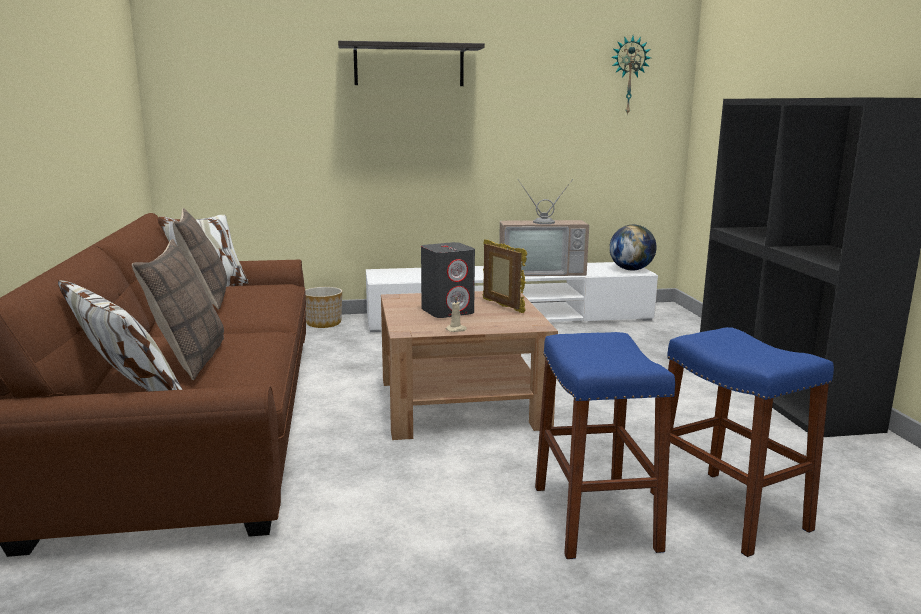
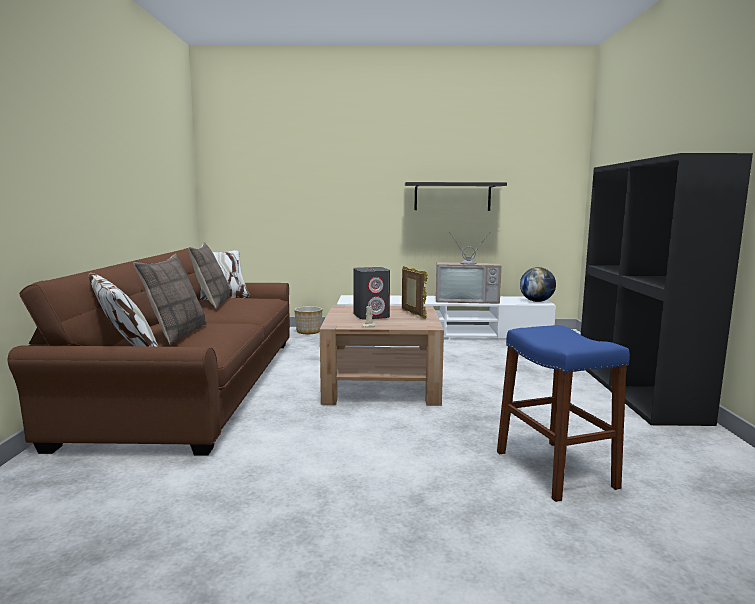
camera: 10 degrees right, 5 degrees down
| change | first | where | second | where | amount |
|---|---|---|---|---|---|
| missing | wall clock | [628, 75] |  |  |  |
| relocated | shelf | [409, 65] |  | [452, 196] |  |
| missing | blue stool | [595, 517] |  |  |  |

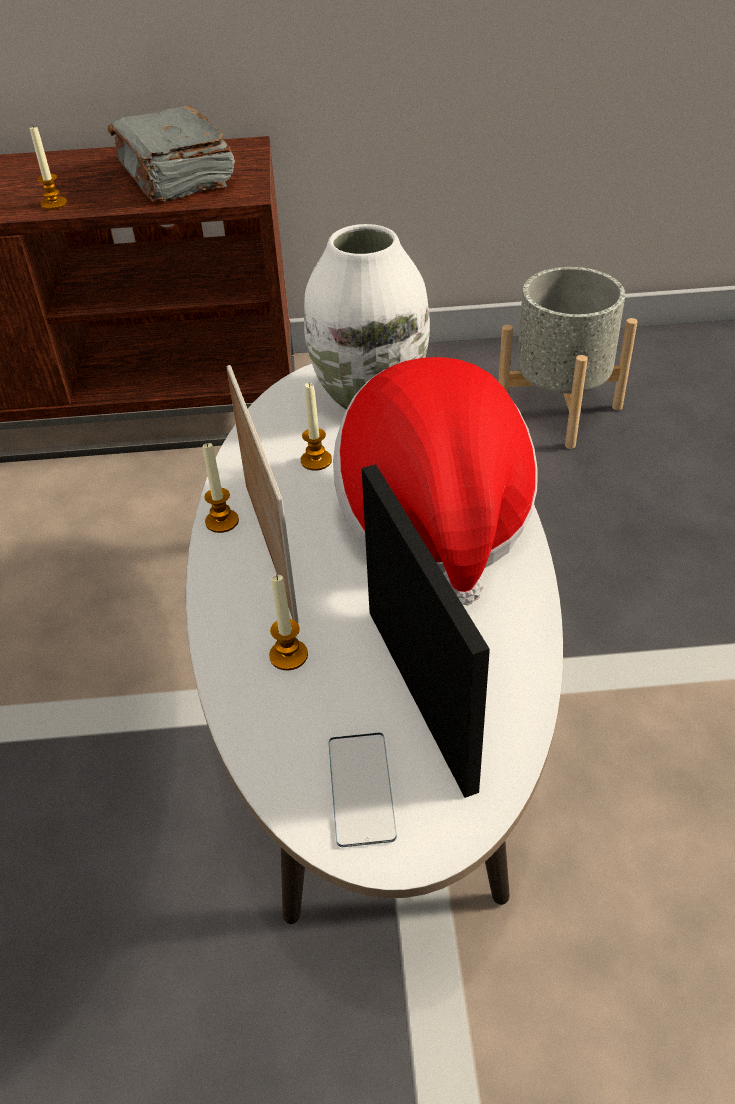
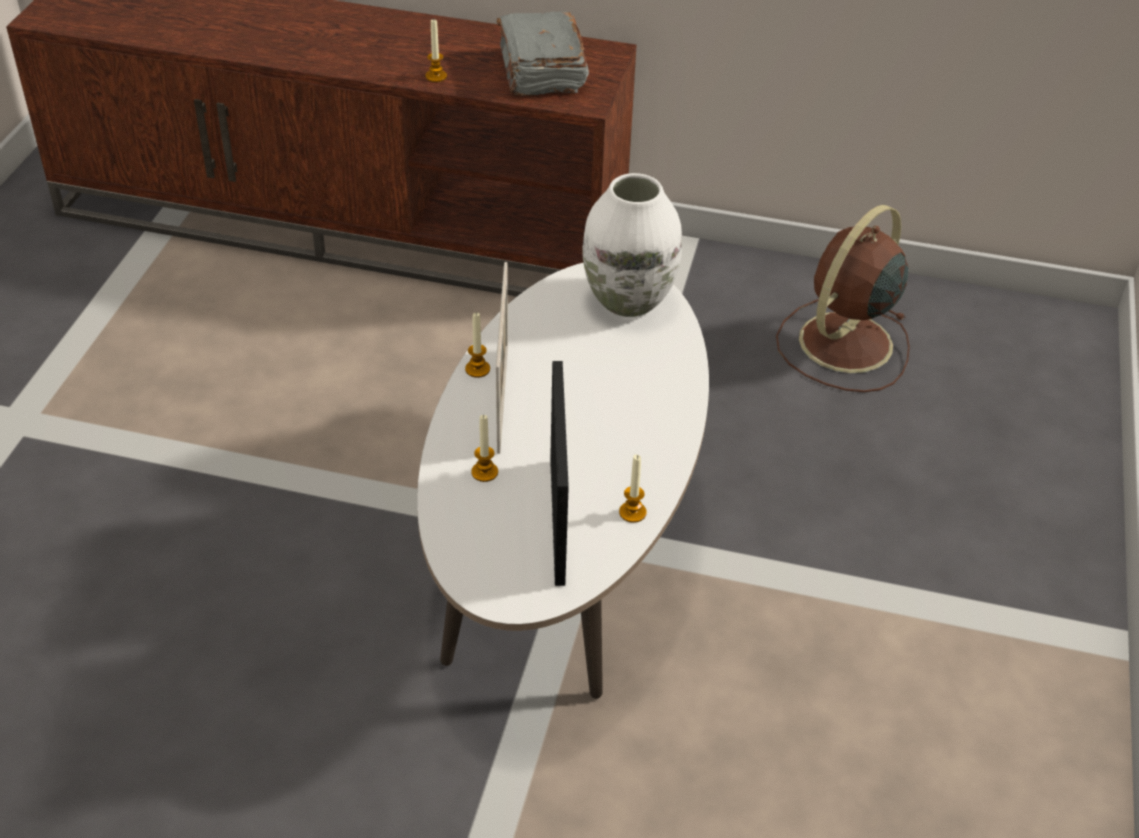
camera: 15 degrees right, 0 degrees up
| change | first | where | second | where | amount |
|---|---|---|---|---|---|
| exchanged | grey planter | [559, 410] | brown fan | [843, 345] |  |
| missing | hat | [435, 520] |  |  |  |
| relocated | candle | [316, 461] |  | [632, 512] |  |
| missing | phone | [361, 789] |  |  |  |

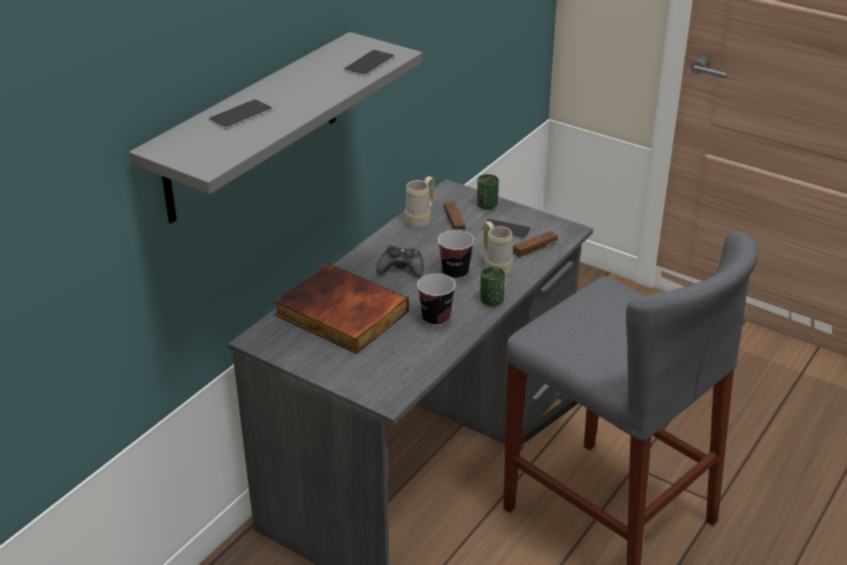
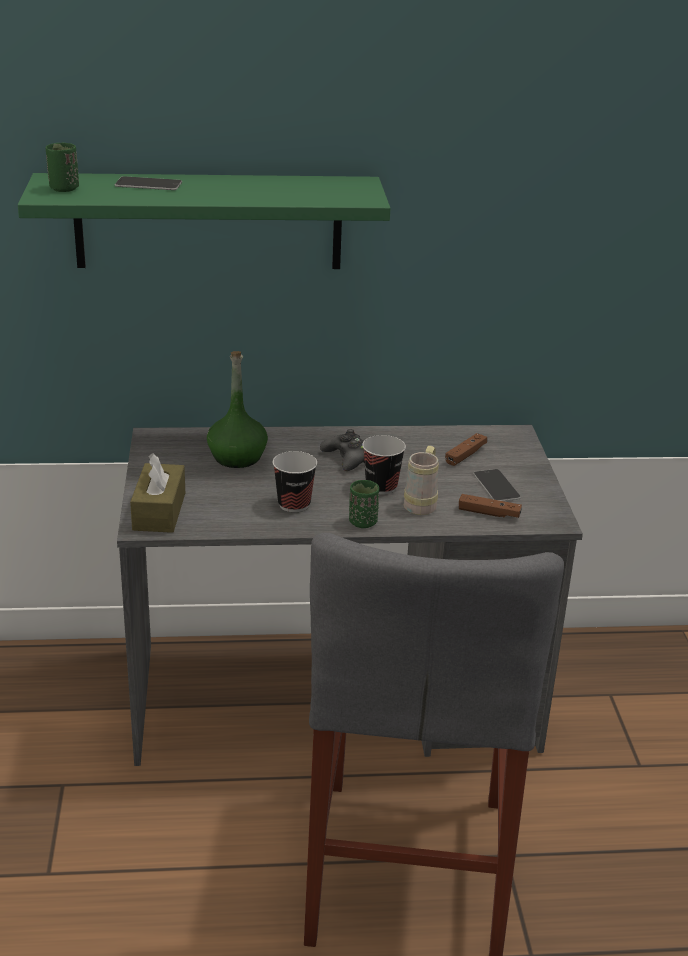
camera: 50 degrees right, 5 degrees down
| change | first | where | second | where | amount |
|---|---|---|---|---|---|
| colour | grey shelf | [253, 127] | green shelf | [209, 221] |  |
| missing | phone | [369, 63] |  |  |  |
| relocated | green cup | [487, 205] |  | [64, 188] |  |
| missing | beige mug | [421, 220] |  |  |  |
| exchanged | book | [339, 314] | green bottle | [237, 457] |  |
| appeared |  |  | brown tissue box | [159, 511] |  |

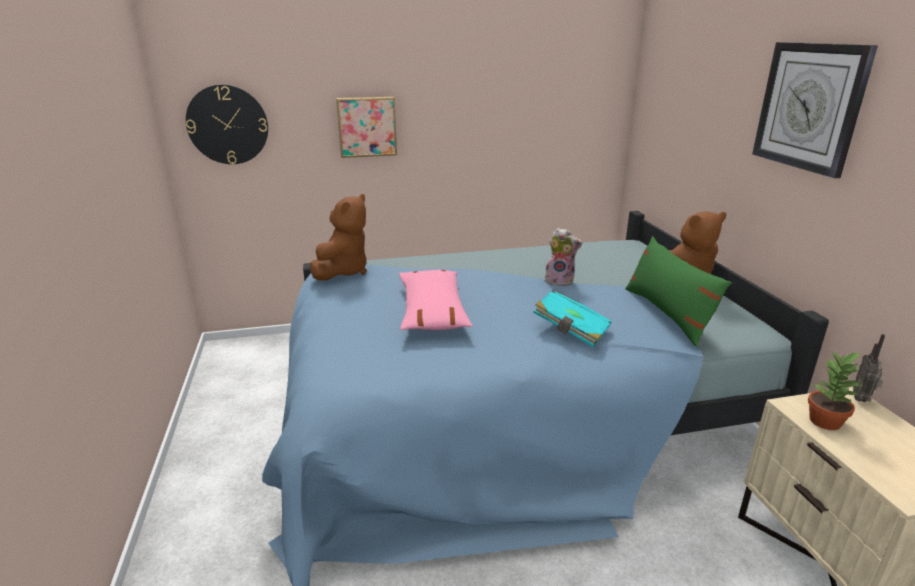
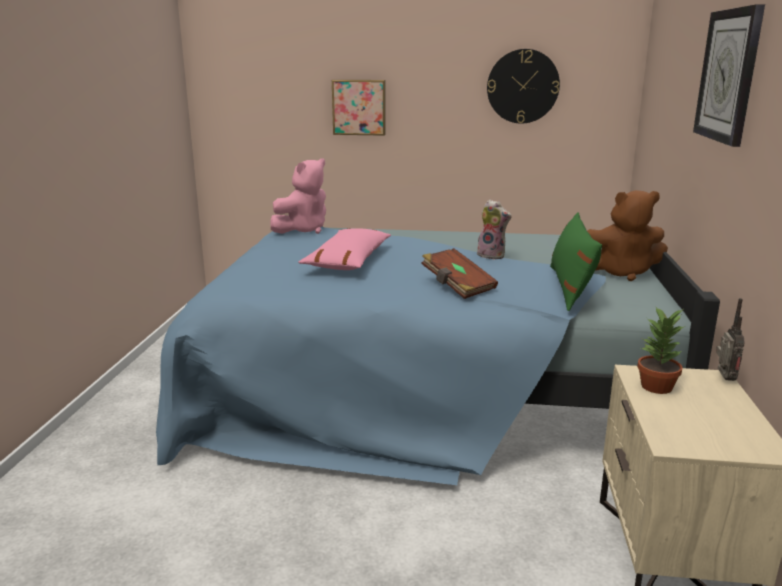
camera: 20 degrees right, 5 degrees down
| change | first | where | second | where | amount |
|---|---|---|---|---|---|
| relocated | wall clock | [228, 125] |  | [522, 86] |  |
| colour | brown plush toy | [343, 271] | pink plush toy | [303, 230] |  |
| colour | turquoise book | [571, 330] | brown book | [457, 286] |  |
| spun | radio | [862, 399] |  | [724, 379] | 150 degrees clockwise |

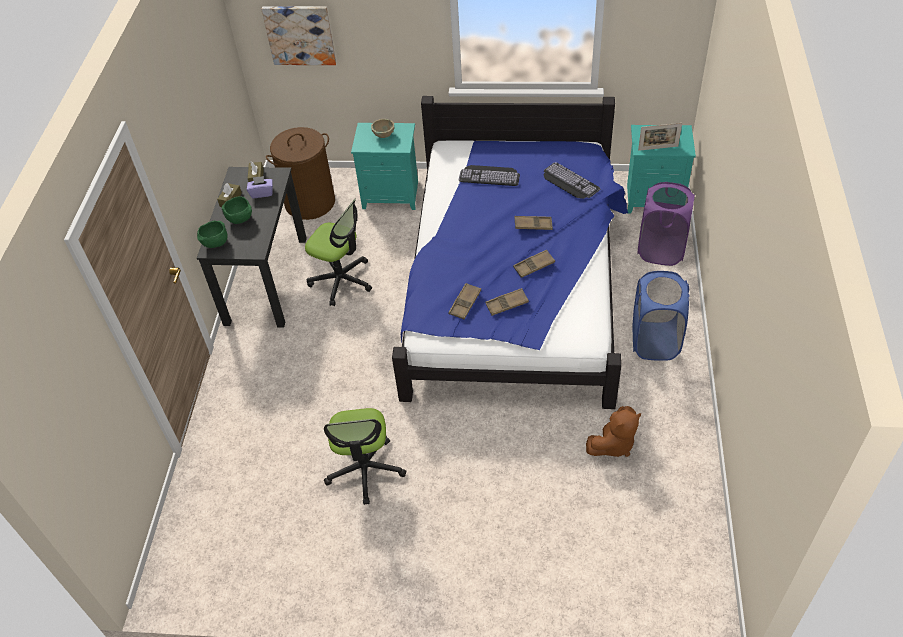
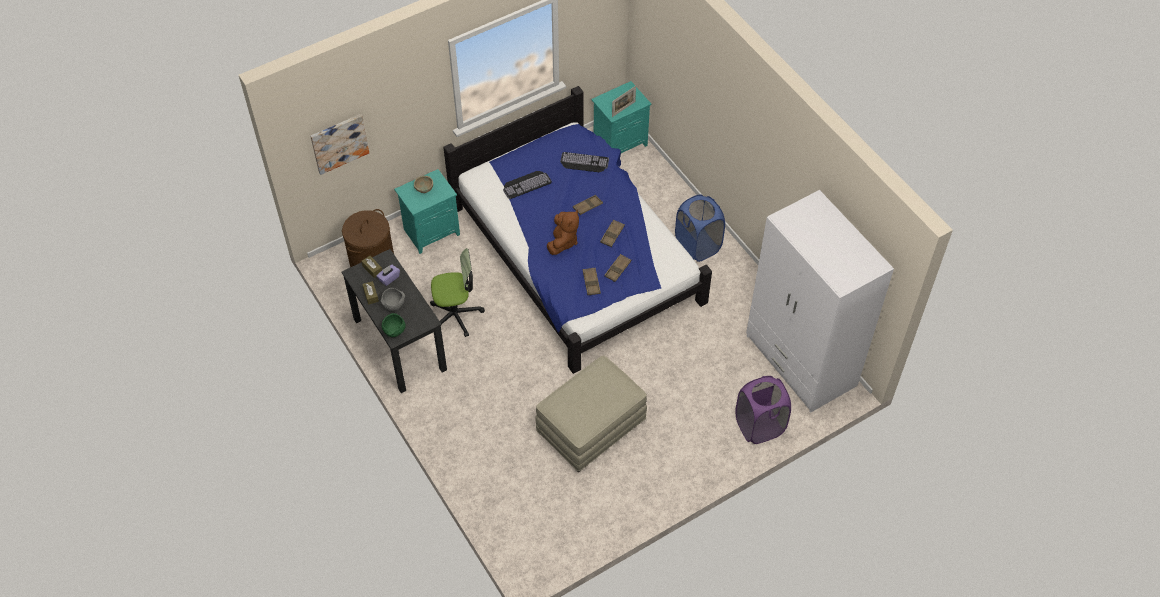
camera: 40 degrees left, 5 degrees up
| change | first | where | second | where | amount |
|---|---|---|---|---|---|
| relocated | purple laundry basket | [661, 250] |  | [759, 426] |  |
| colour | green bowl | [241, 219] | grey bowl | [394, 305] |  |
| relocated | brown plush toy | [613, 444] |  | [563, 241] |  |
| exchanged | office chair | [365, 470] | beige ottoman | [590, 427] |  |
| appeared |  |  | white wardrobe | [800, 361] |  |

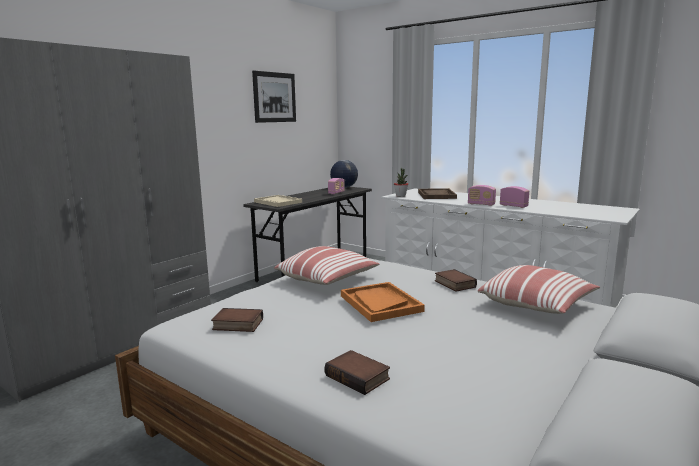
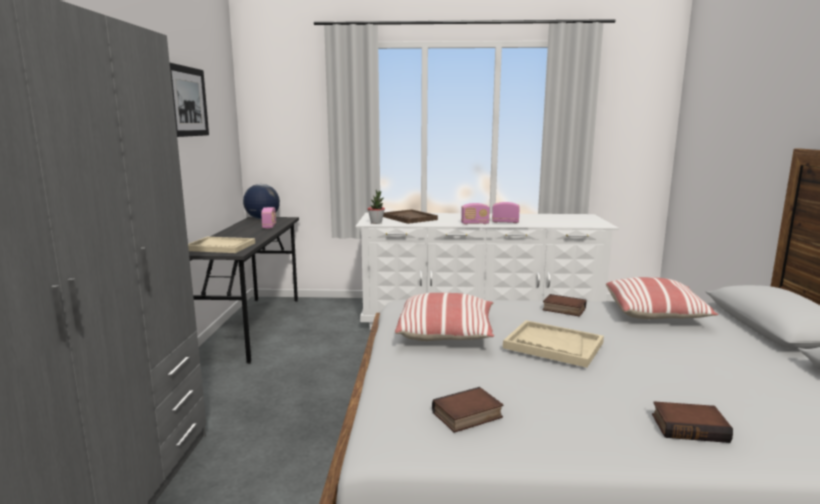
camera: 35 degrees left, 0 degrees up
| change | first | where | second | where | amount |
|---|---|---|---|---|---|
| colour | orange tray | [380, 303] | beige tray | [553, 345] |  |

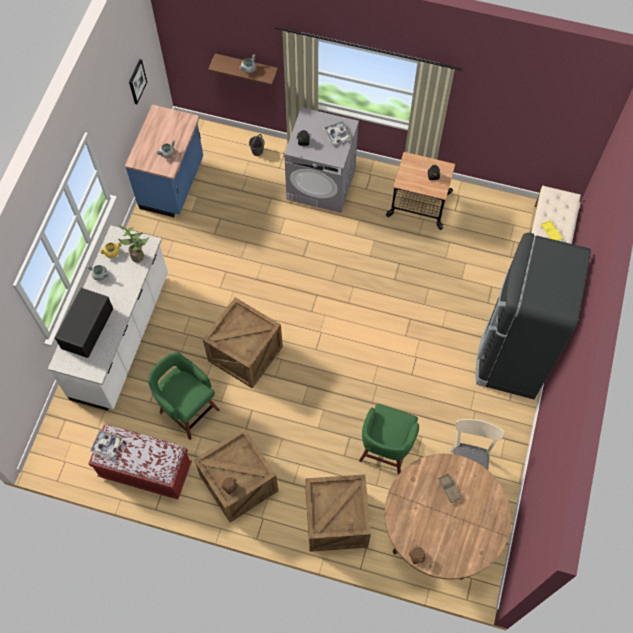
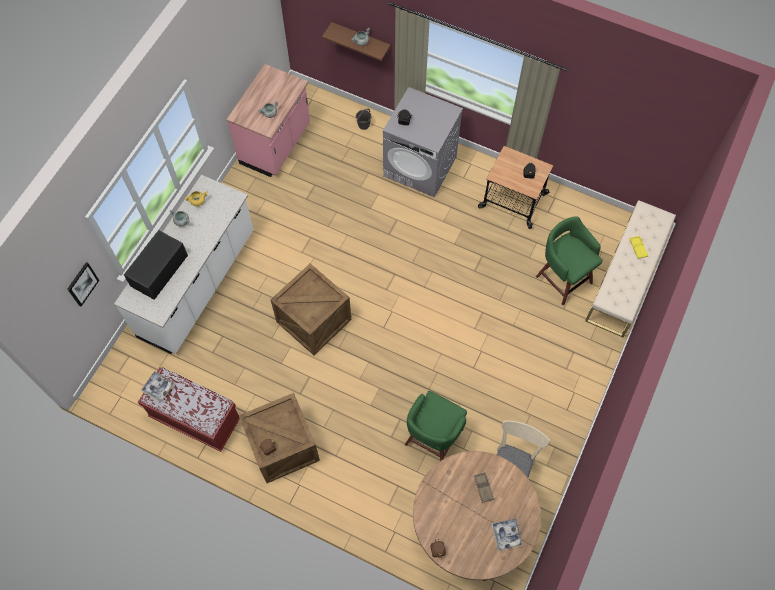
camera: 10 degrees right, 0 degrees up
| change | first | where | second | where | amount |
|---|---|---|---|---|---|
| relocated | picture | [137, 81] |  | [82, 284] |  |
| colour | blue counter | [173, 184] | pink counter | [276, 145] |  |
| relocated | tray | [337, 135] |  | [506, 535] |  |
| missing | potted plant | [139, 256] |  |  |  |
| missing | black fridge | [510, 356] |  |  |  |
| relocated | green stool | [188, 409] |  | [562, 278] |  |
| missing | crate | [337, 519] |  |  |  |

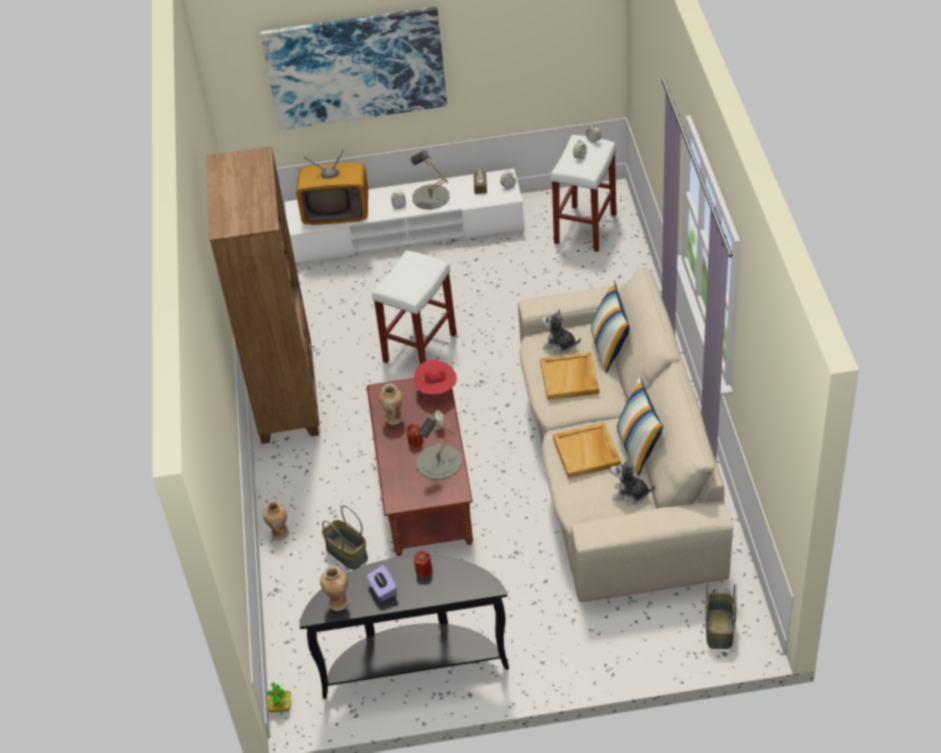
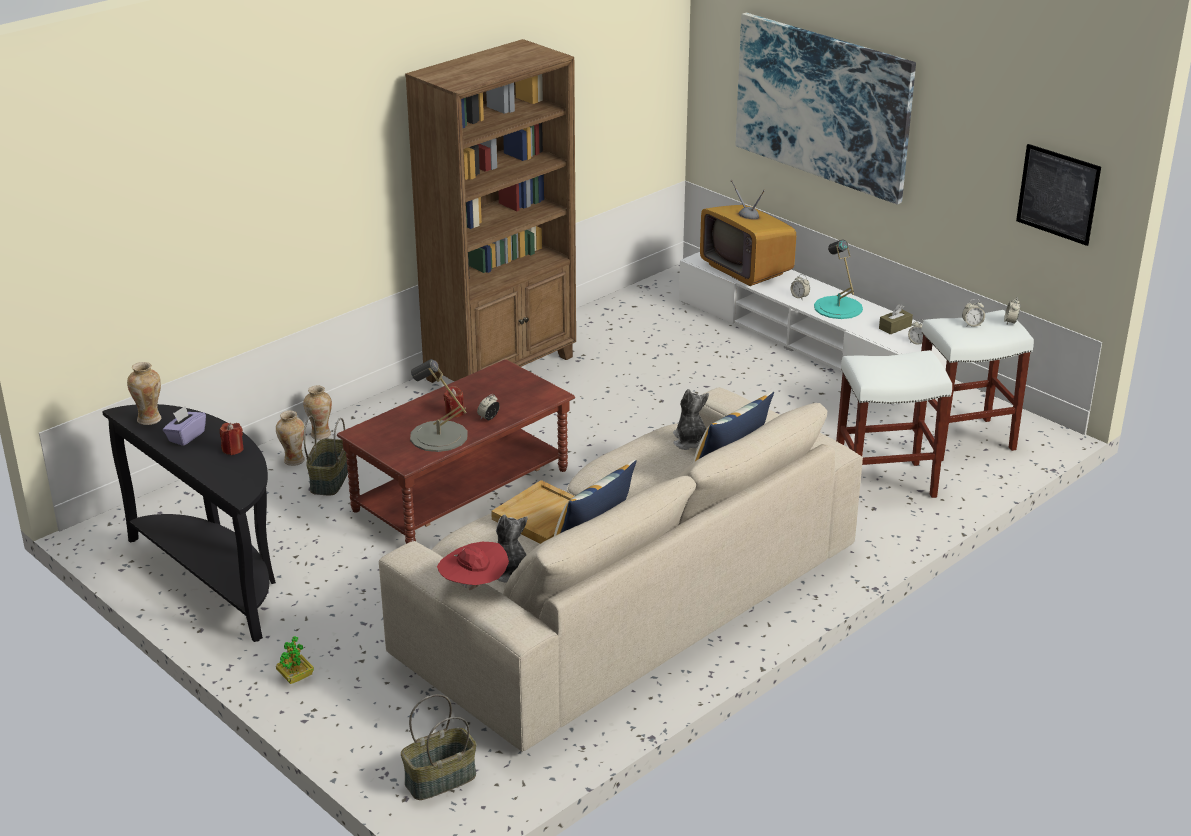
camera: 50 degrees right, 15 degrees down
| change | first | where | second | where | amount |
|---|---|---|---|---|---|
| colour | grey table lamp | [430, 197] | turquoise table lamp | [838, 307] |  |
| relocated | white stool | [420, 347] |  | [885, 482] |  |
| missing | beige tray | [570, 378] |  |  |  |
| relocated | red hat | [436, 390] |  | [474, 587] |  |
| relocated | vase | [394, 419] |  | [293, 460] |  |
| relocated | potted plant | [280, 706] |  | [296, 677] |  |
| appeared |  |  | picture | [1058, 194] |  |

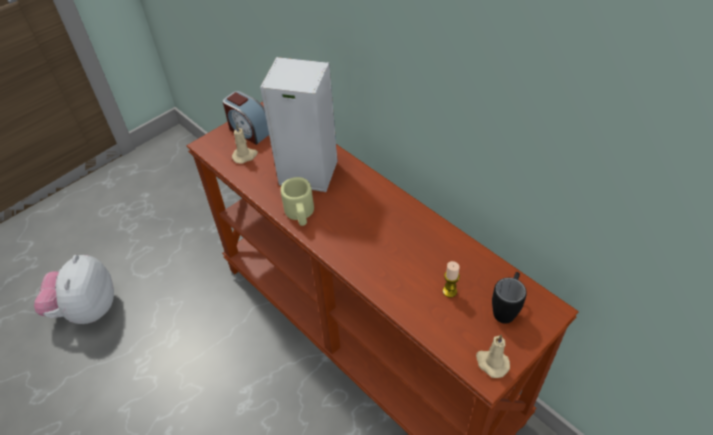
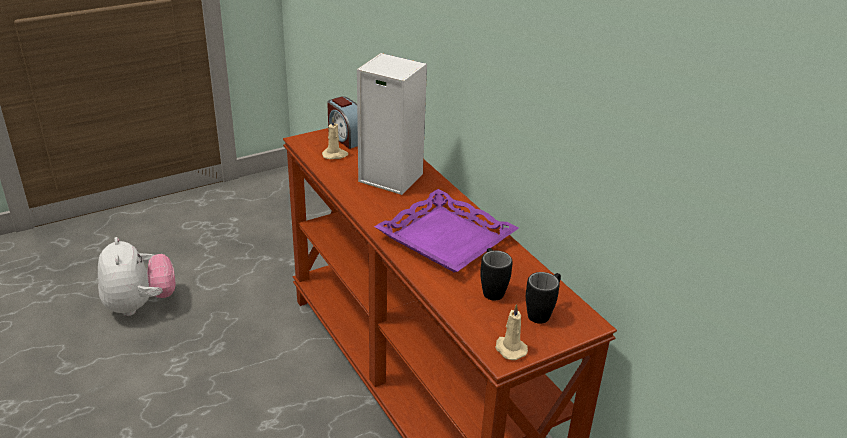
camera: 10 degrees right, 15 degrees down
| change | first | where | second | where | amount |
|---|---|---|---|---|---|
| missing | beige mug | [300, 213] |  |  |  |
| spun | plush toy | [87, 309] |  | [140, 305] | 150 degrees clockwise |
| exchanged | candle | [449, 291] | black mug | [491, 289] |  |
| appeared |  |  | purple tray | [445, 239] |  |

